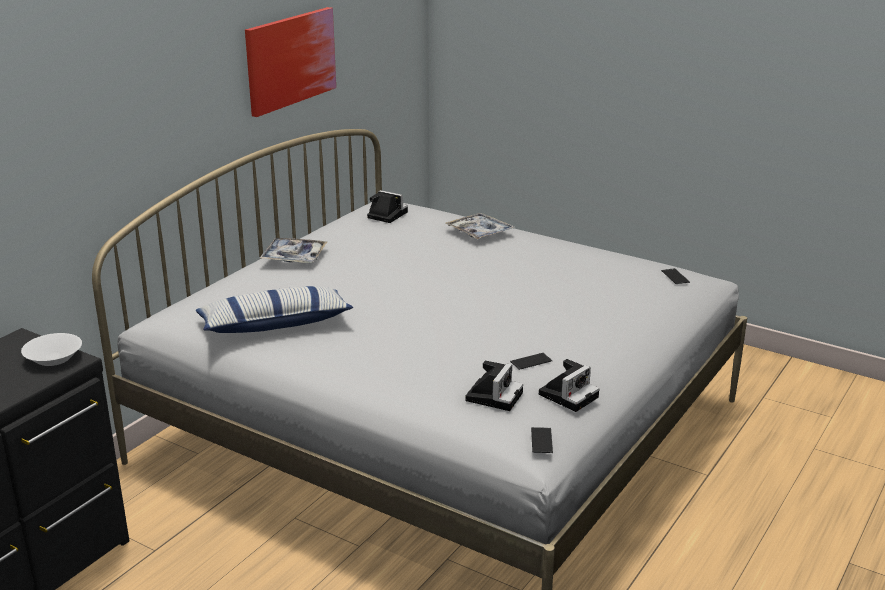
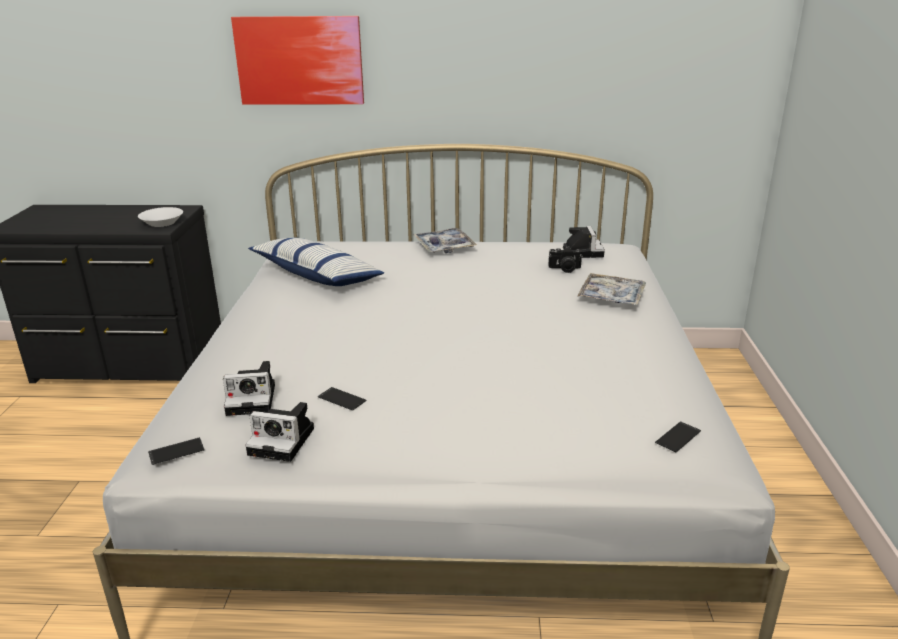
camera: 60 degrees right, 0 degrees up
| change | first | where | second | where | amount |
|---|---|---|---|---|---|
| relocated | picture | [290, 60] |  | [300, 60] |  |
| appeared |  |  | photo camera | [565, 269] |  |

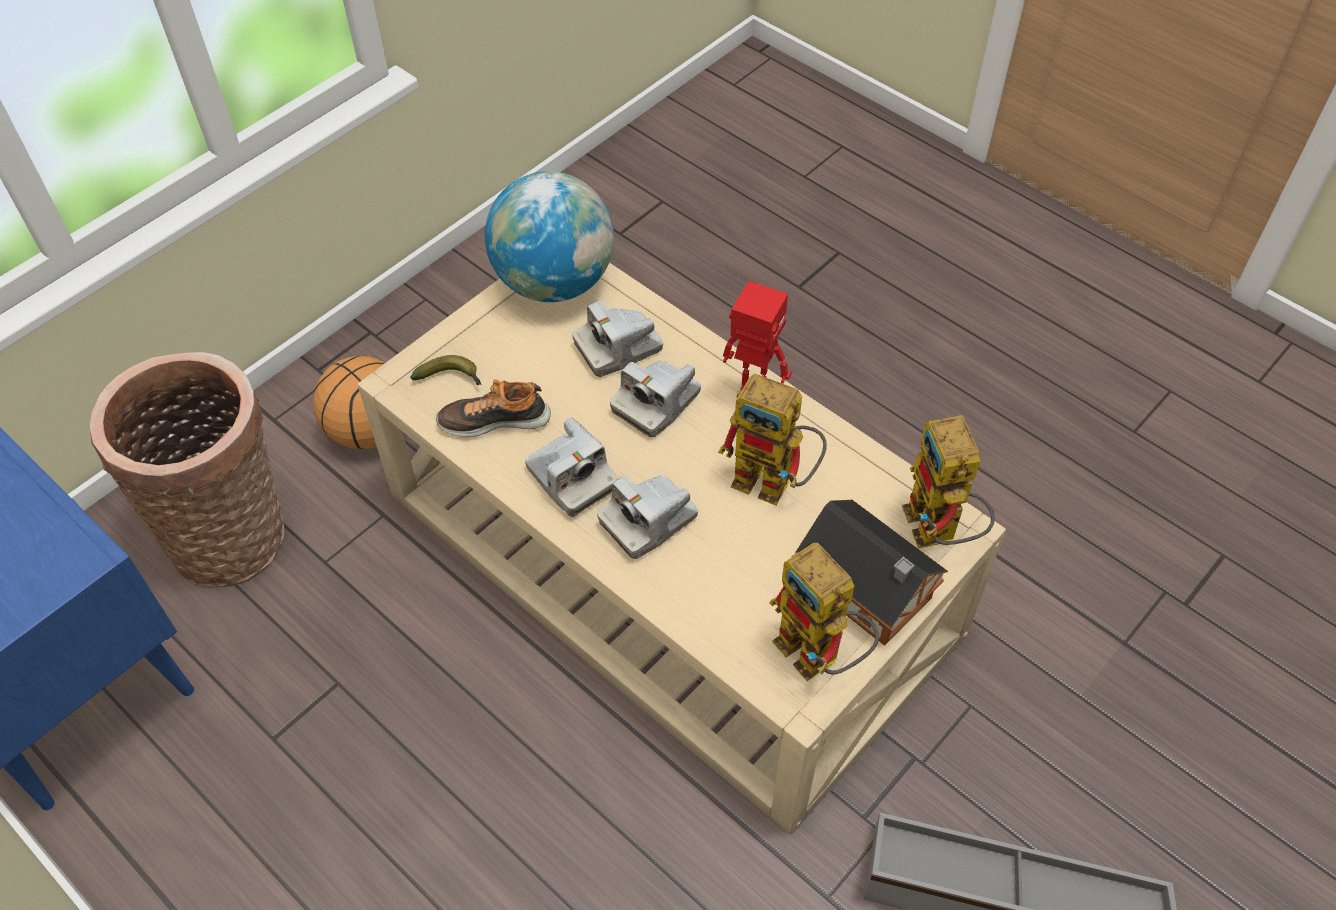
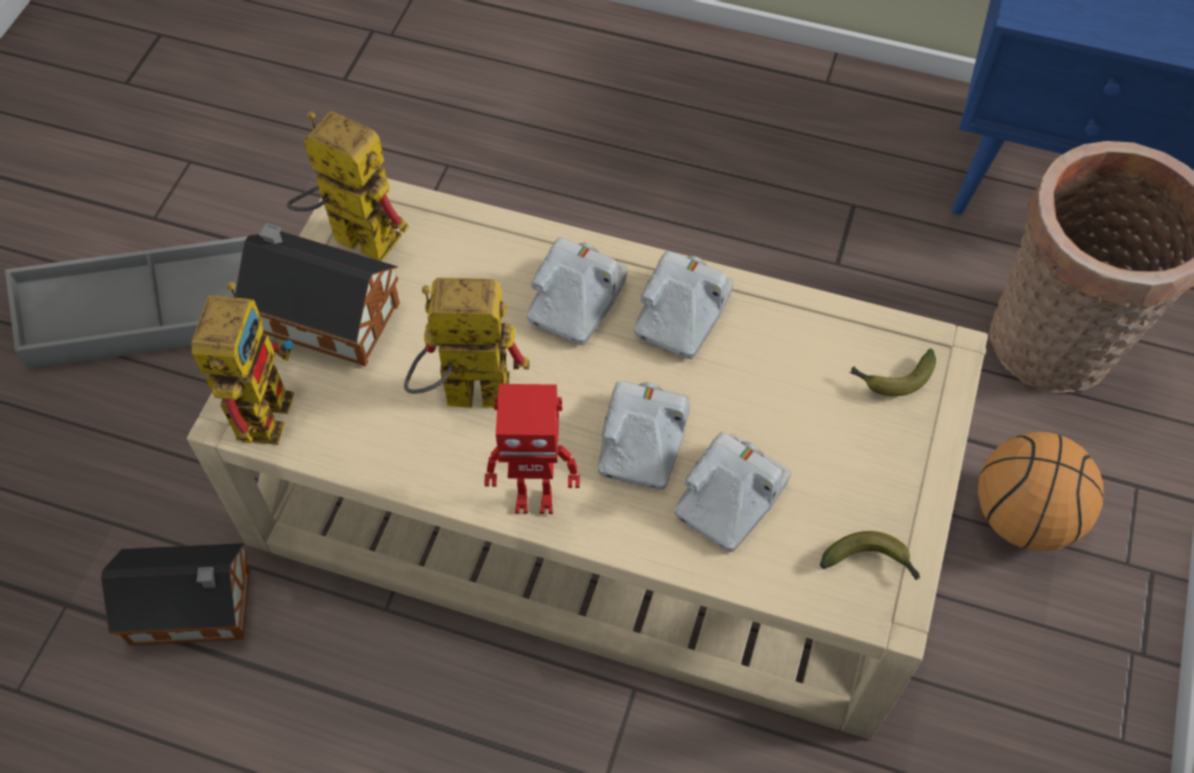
camera: 155 degrees right, 5 degrees up
| change | first | where | second | where | amount |
|---|---|---|---|---|---|
| exchanged | globe | [554, 282] | banana | [871, 562] |  |
| missing | shoe | [494, 419] |  |  |  |
| spun | toy robot | [938, 533] |  | [262, 401] | 45 degrees clockwise |
| spun | photo camera | [571, 478] |  | [682, 315] | 90 degrees clockwise |
| appeared |  |  | toy house | [196, 607] |  |

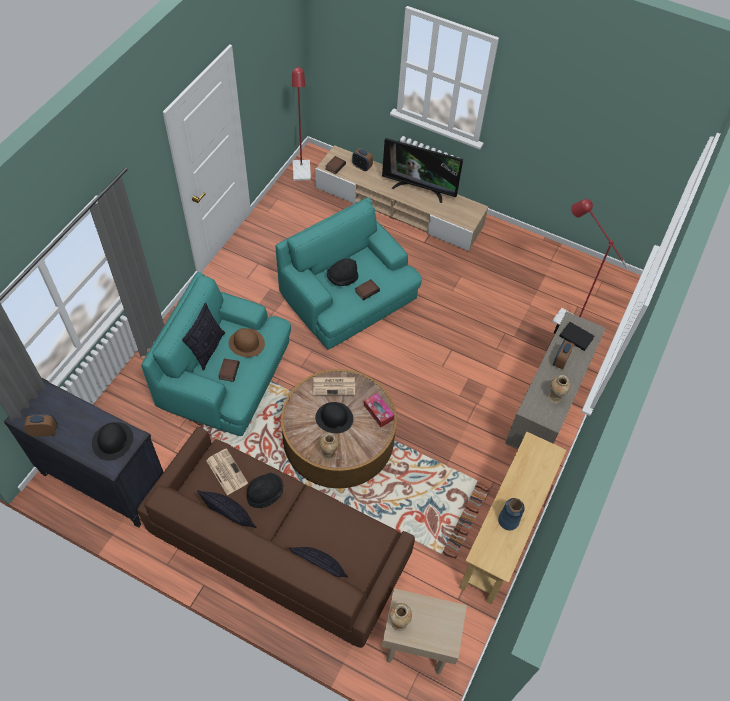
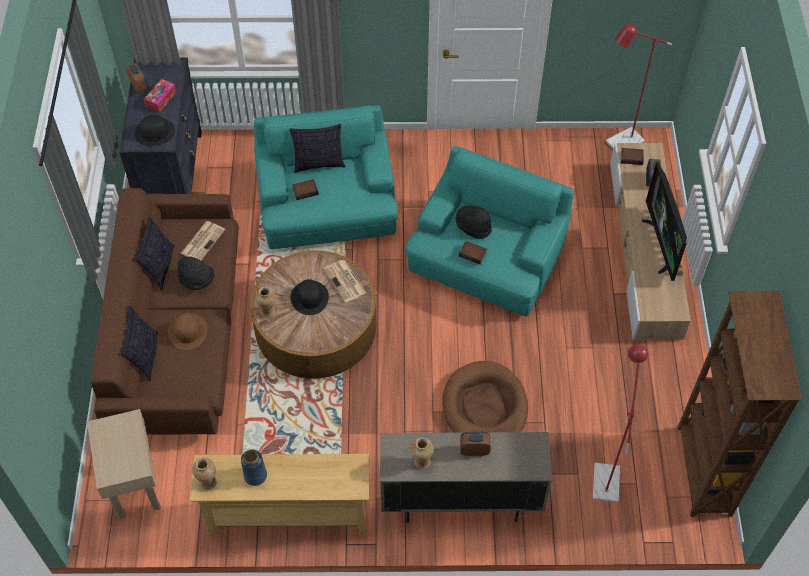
camera: 65 degrees right, 0 degrees up
| change | first | where | second | where | amount |
|---|---|---|---|---|---|
| missing | black book | [576, 337] |  |  |  |
| relocated | brown hat | [246, 343] |  | [188, 331] |  |
| relocated | tissue box | [378, 412] |  | [161, 99] |  |
| relocated | vase | [398, 623] |  | [208, 482] |  |
| appeared |  |  | brown bookcase | [703, 471] |  |
| appeared |  |  | brown dog bed | [485, 407] |  |

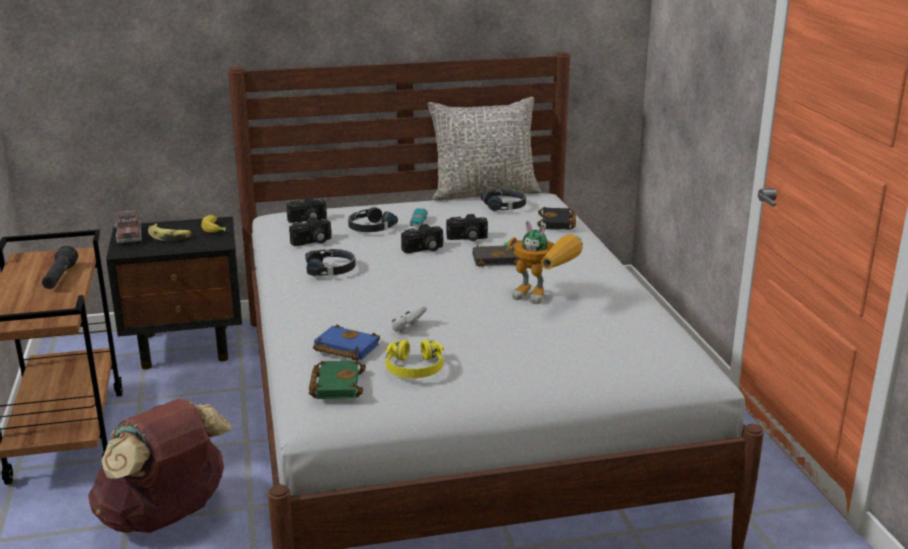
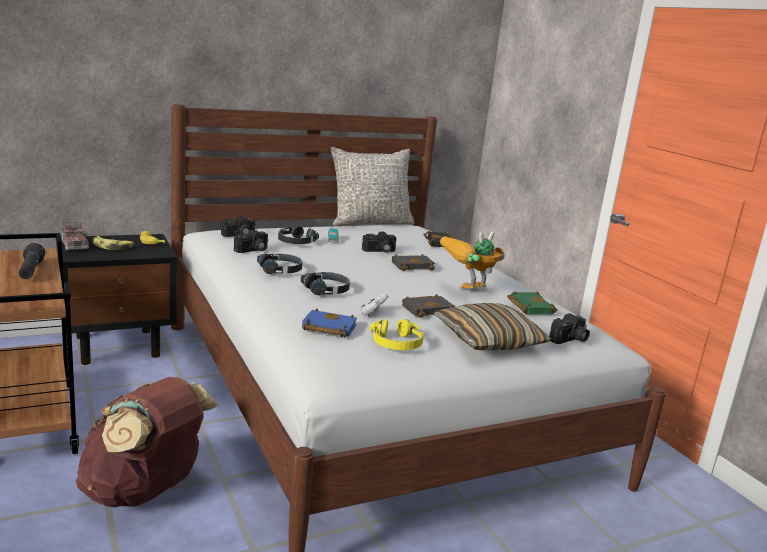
camera: 15 degrees left, 5 degrees down
| change | first | where | second | where | amount |
|---|---|---|---|---|---|
| relocated | black headphones | [505, 206] |  | [326, 290] |  |
| spun | toy robot | [544, 298] |  | [467, 292] | 135 degrees clockwise |
| relocated | photo camera | [424, 249] |  | [569, 340] |  |
| relocated | green book | [335, 384] |  | [528, 307] |  |
| appeared |  |  | black book | [427, 309] |  |
| appeared |  |  | pillow | [489, 340] |  |

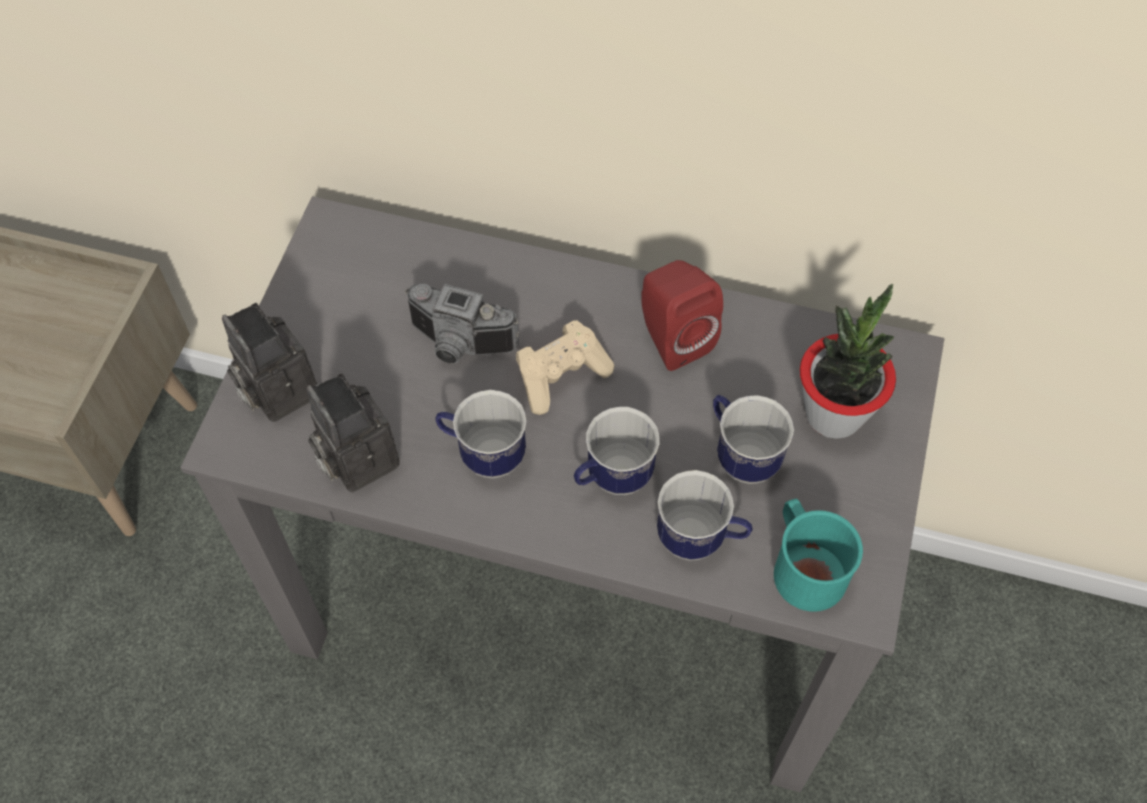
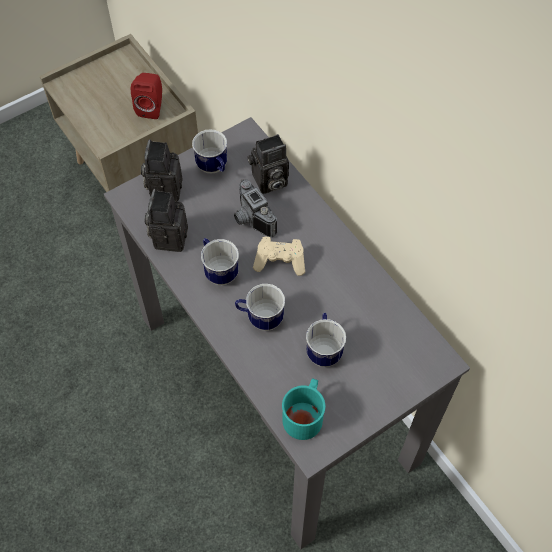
camera: 40 degrees right, 0 degrees up
| change | first | where | second | where | amount |
|---|---|---|---|---|---|
| relocated | red speaker | [672, 338] |  | [151, 107] |  |
| missing | potted plant | [834, 413] |  |  |  |
| relocated | mug | [700, 539] |  | [214, 168] |  |
| appeared |  |  | photo camera | [269, 182] |  |

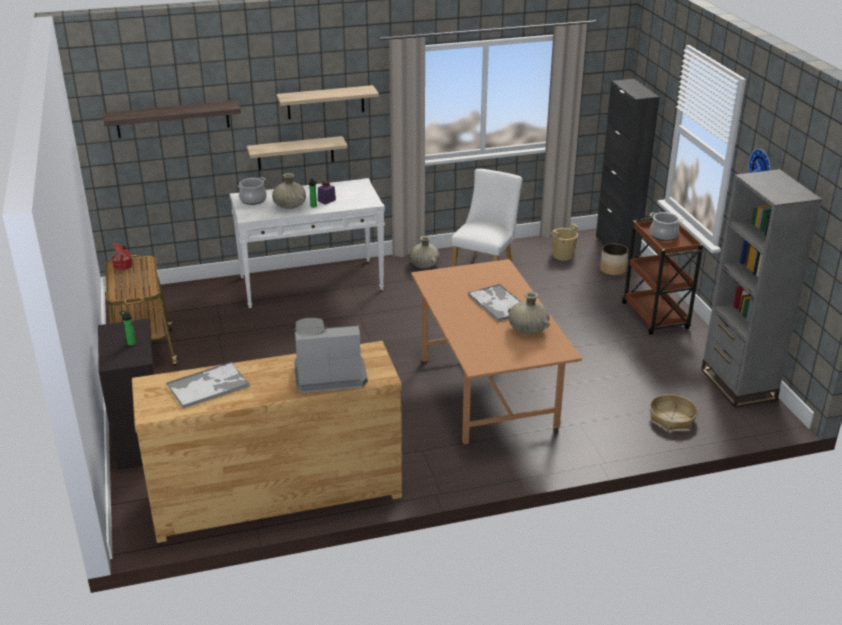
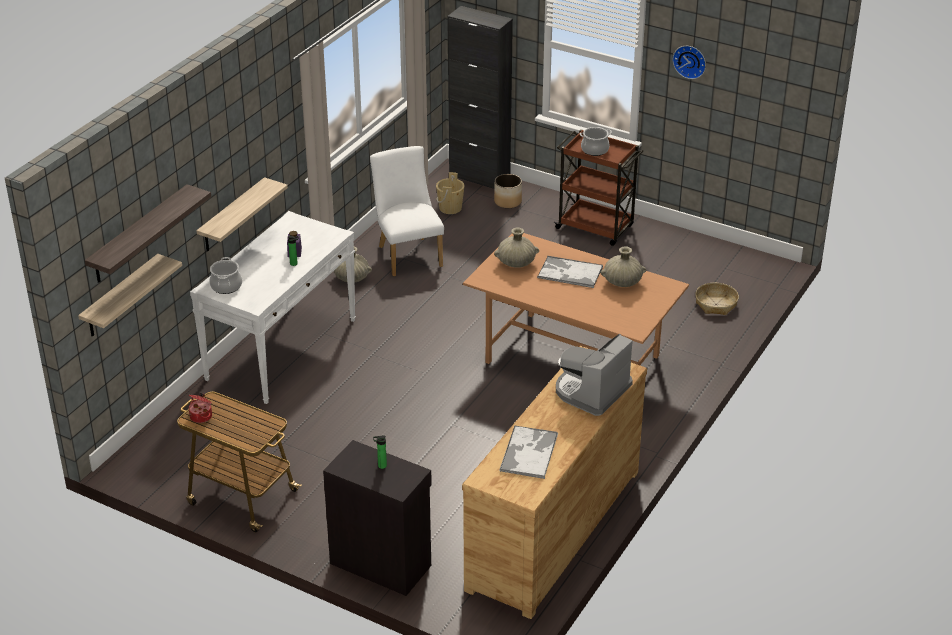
camera: 45 degrees left, 5 degrees up
| change | first | where | second | where | amount |
|---|---|---|---|---|---|
| relocated | shelf | [325, 102] |  | [121, 297] |  |
| missing | grey bookcase | [738, 384] |  |  |  |
| relocated | beige vase | [290, 206] |  | [516, 263] |  |

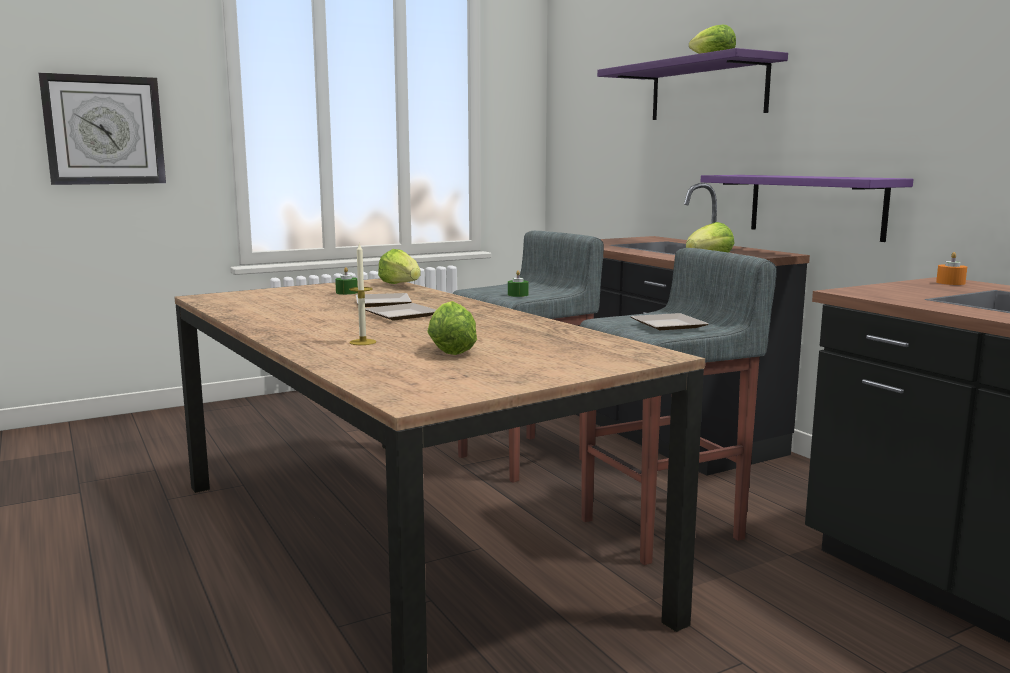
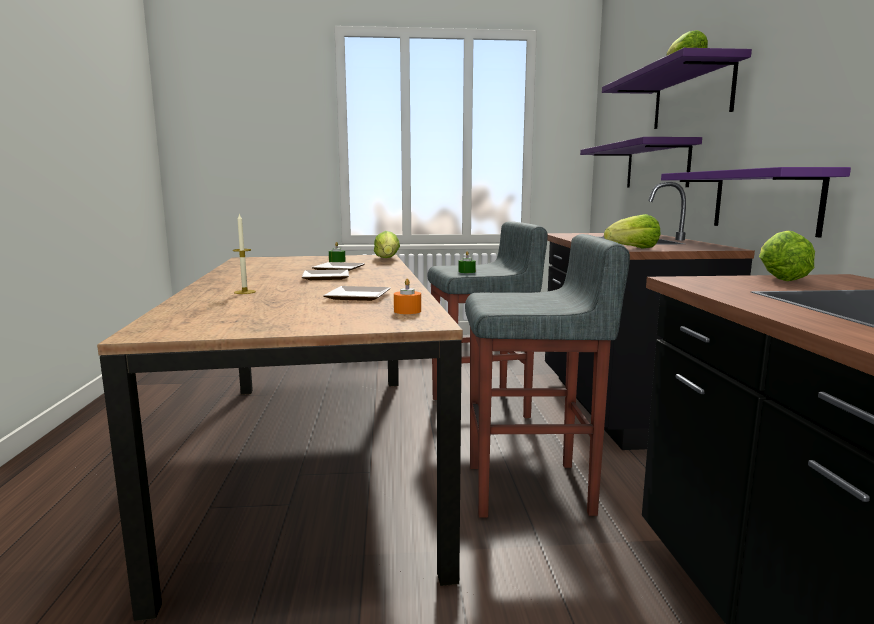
camera: 25 degrees right, 0 degrees up
| change | first | where | second | where | amount |
|---|---|---|---|---|---|
| missing | wall clock | [104, 130] |  |  |  |
| relocated | orange candle | [950, 283] |  | [407, 311] |  |
| relocated | lettuce | [451, 350] |  | [779, 278] |  |
| relocated | plate | [665, 325] |  | [356, 296] |  |
| appeared |  |  | purple shelf | [656, 166] |  |

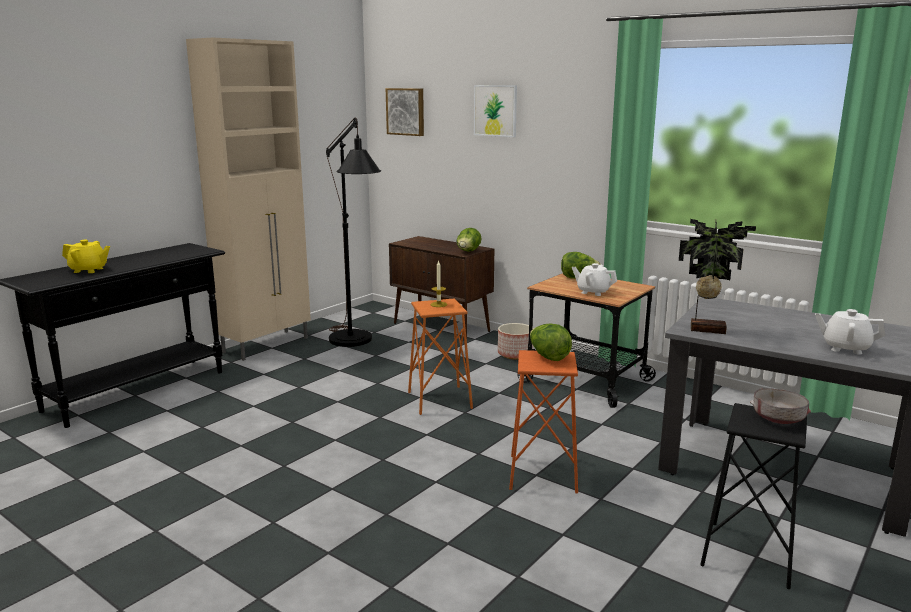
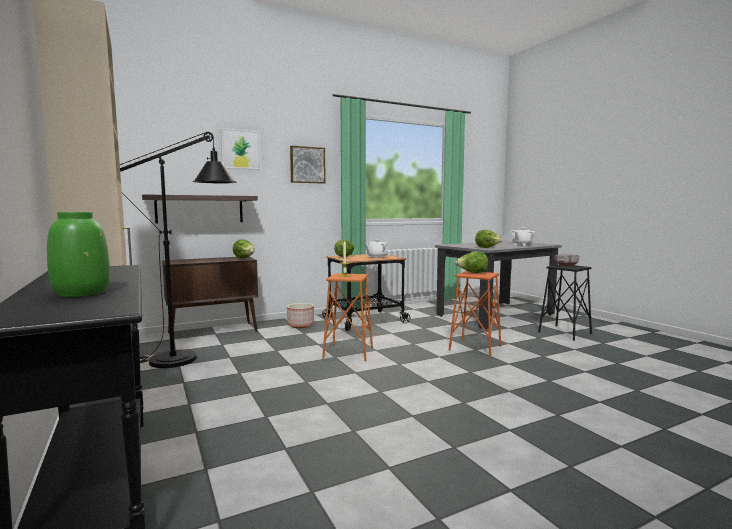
camera: 65 degrees left, 10 degrees down
| change | first | where | second | where | amount |
|---|---|---|---|---|---|
| relocated | picture | [406, 111] |  | [307, 165] |  |
| exchanged | potted plant | [706, 329] | lettuce | [487, 248] |  |
| exchanged | yellow teapot | [88, 270] | green vase | [81, 293] |  |
| appeared |  |  | shelf | [200, 209] |  |

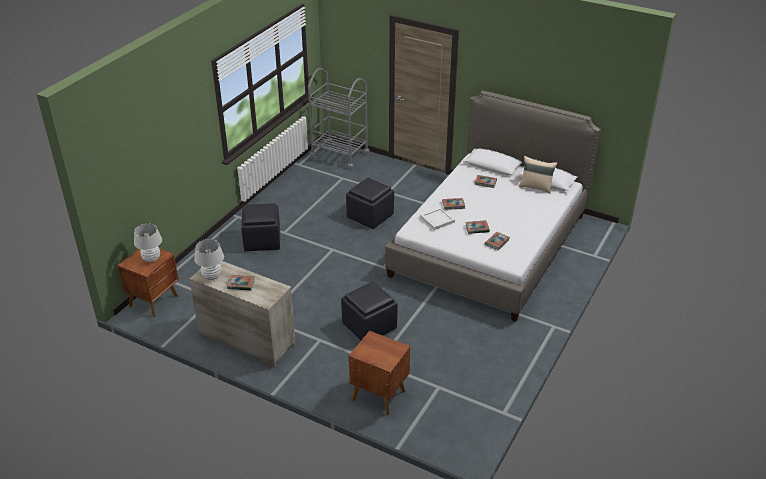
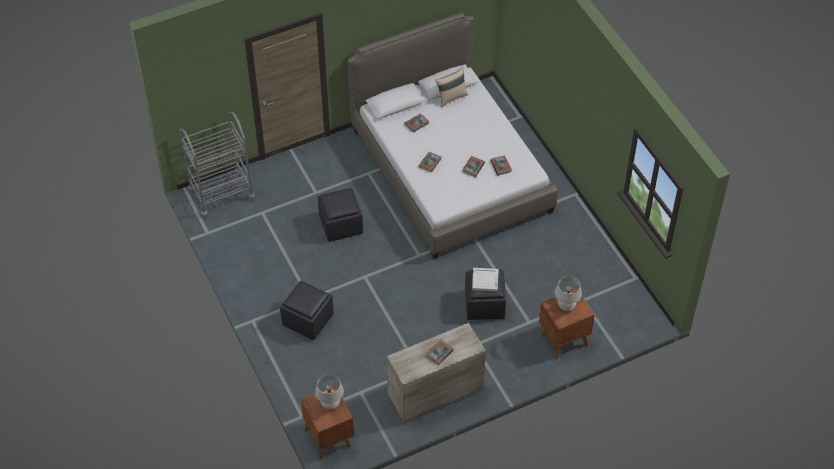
camera: 55 degrees left, 15 degrees up
| change | first | where | second | where | amount |
|---|---|---|---|---|---|
| relocated | white tray | [437, 219] |  | [484, 280] |  |
| relocated | white table lamp | [212, 276] |  | [566, 306] |  |

